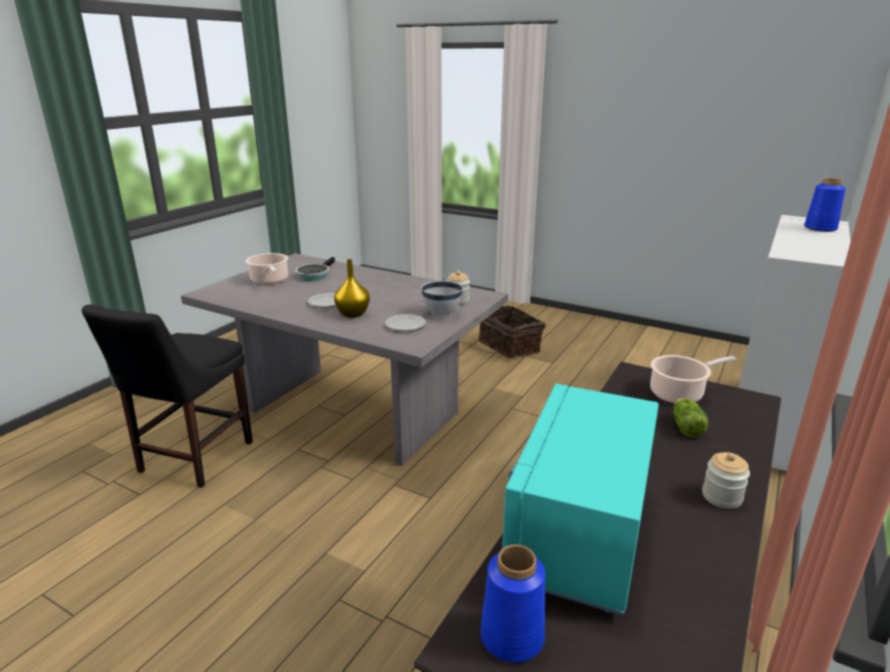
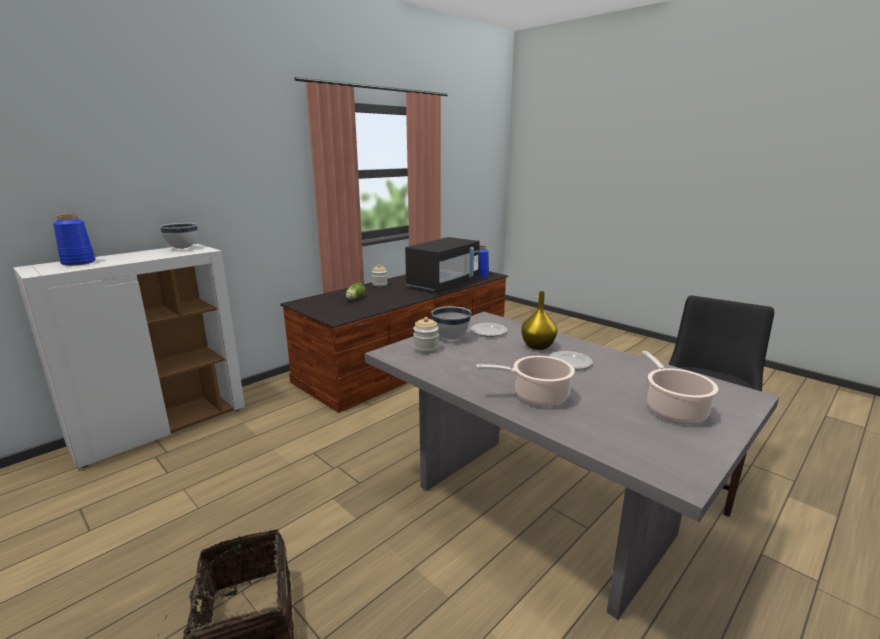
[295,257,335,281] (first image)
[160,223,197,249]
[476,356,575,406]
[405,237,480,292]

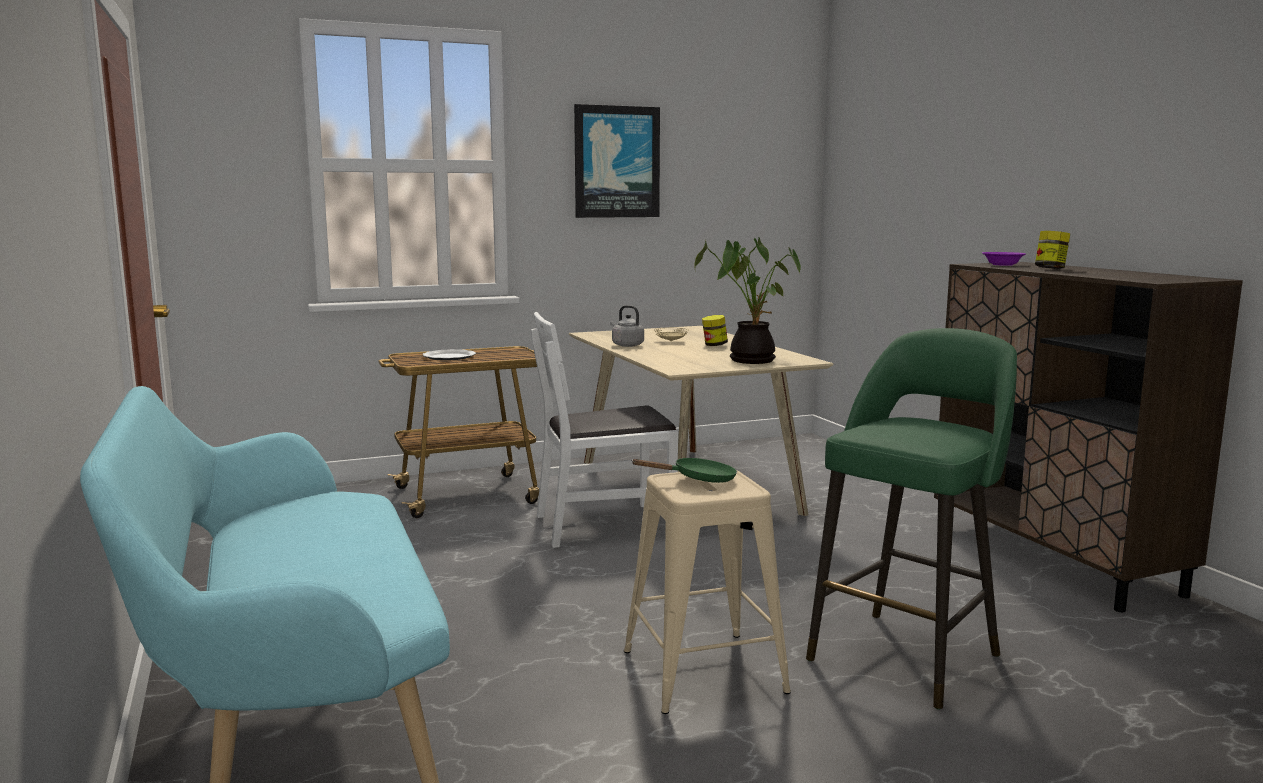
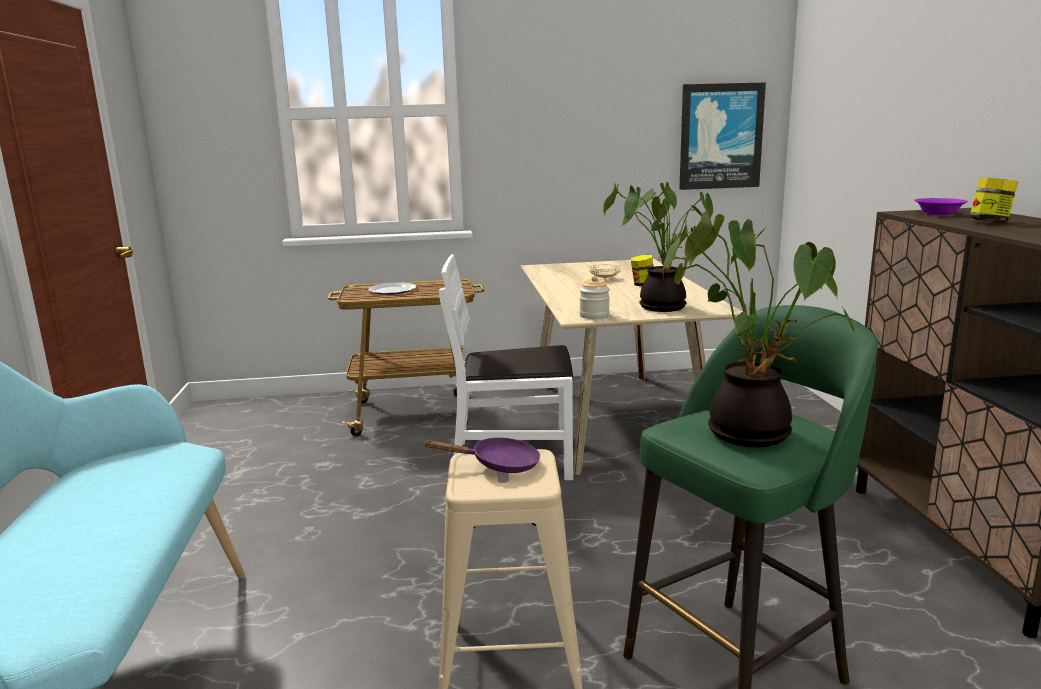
[610,305,644,347] (first image)
[579,276,610,319]
[663,211,857,447]
[679,83,766,190]
[424,438,540,473]

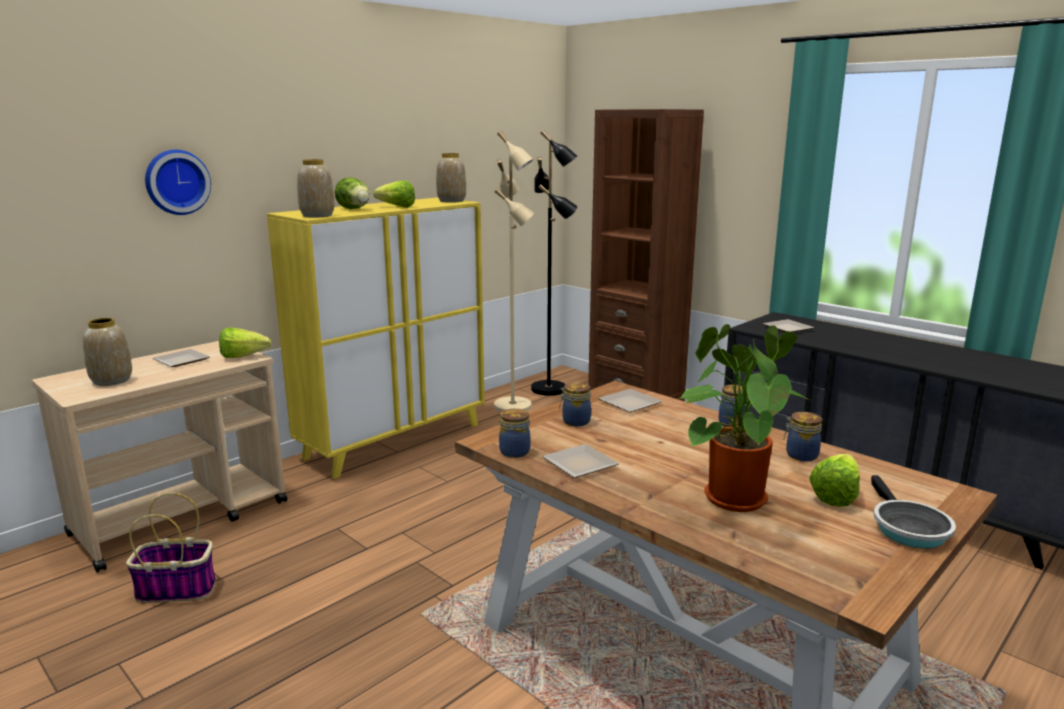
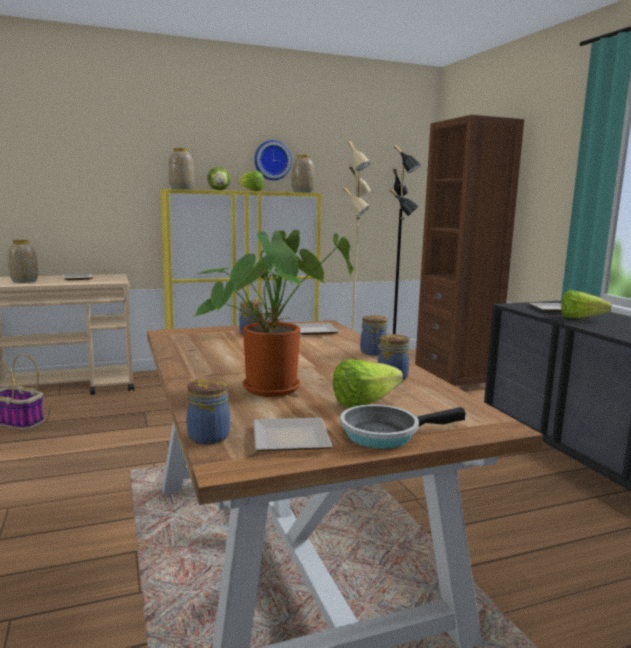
[254,140,292,180]
[561,290,612,318]
[187,378,230,445]
[254,418,332,451]
[340,404,466,449]

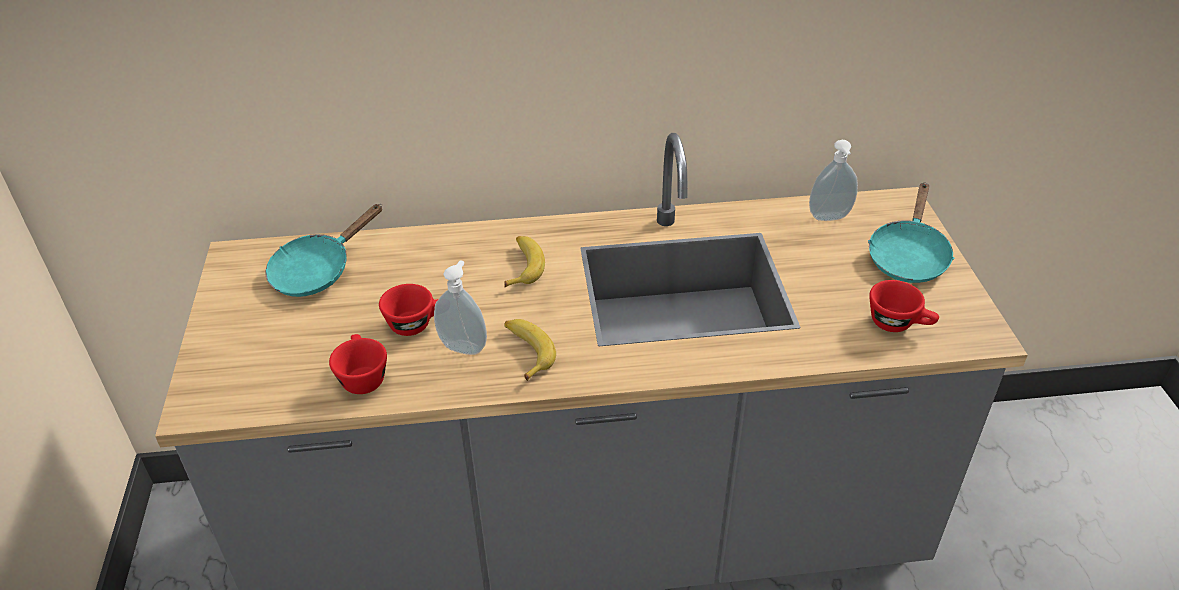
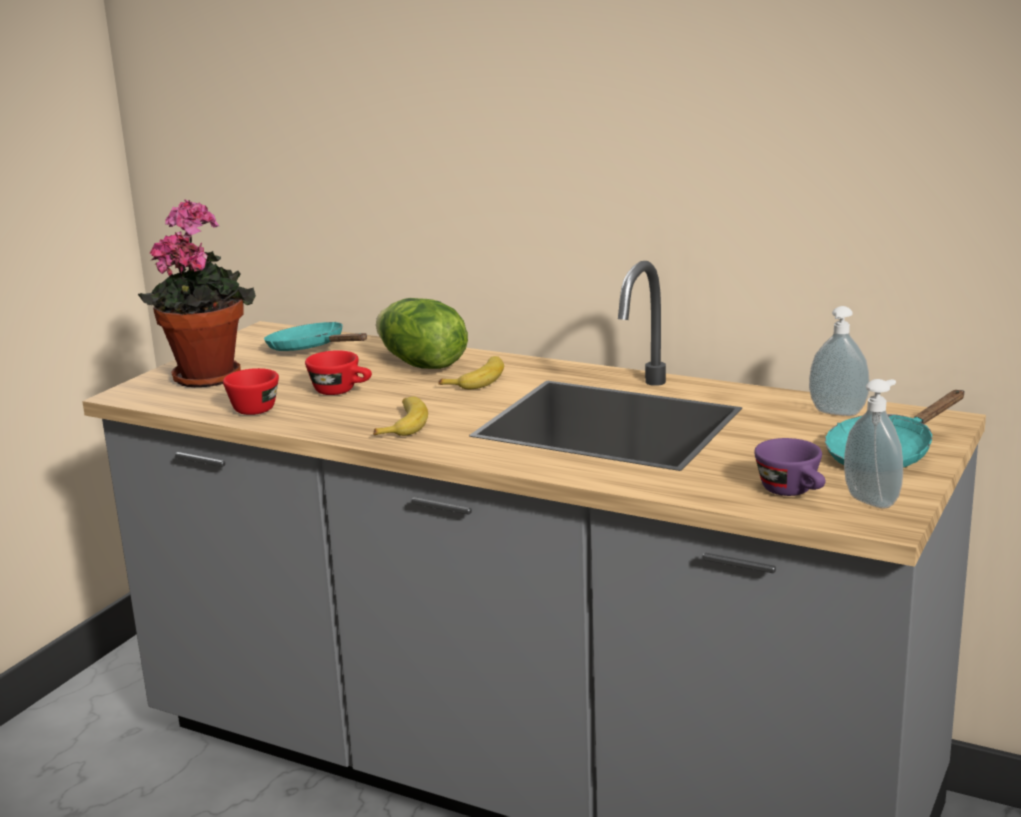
[138,199,256,387]
[376,298,468,369]
[844,379,903,508]
[754,438,825,496]
[264,322,367,351]

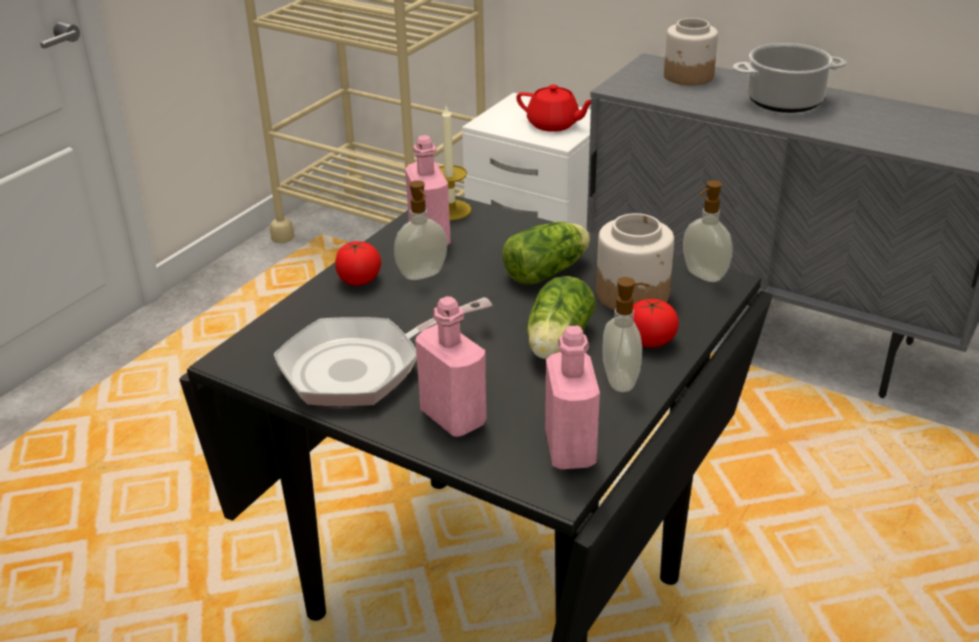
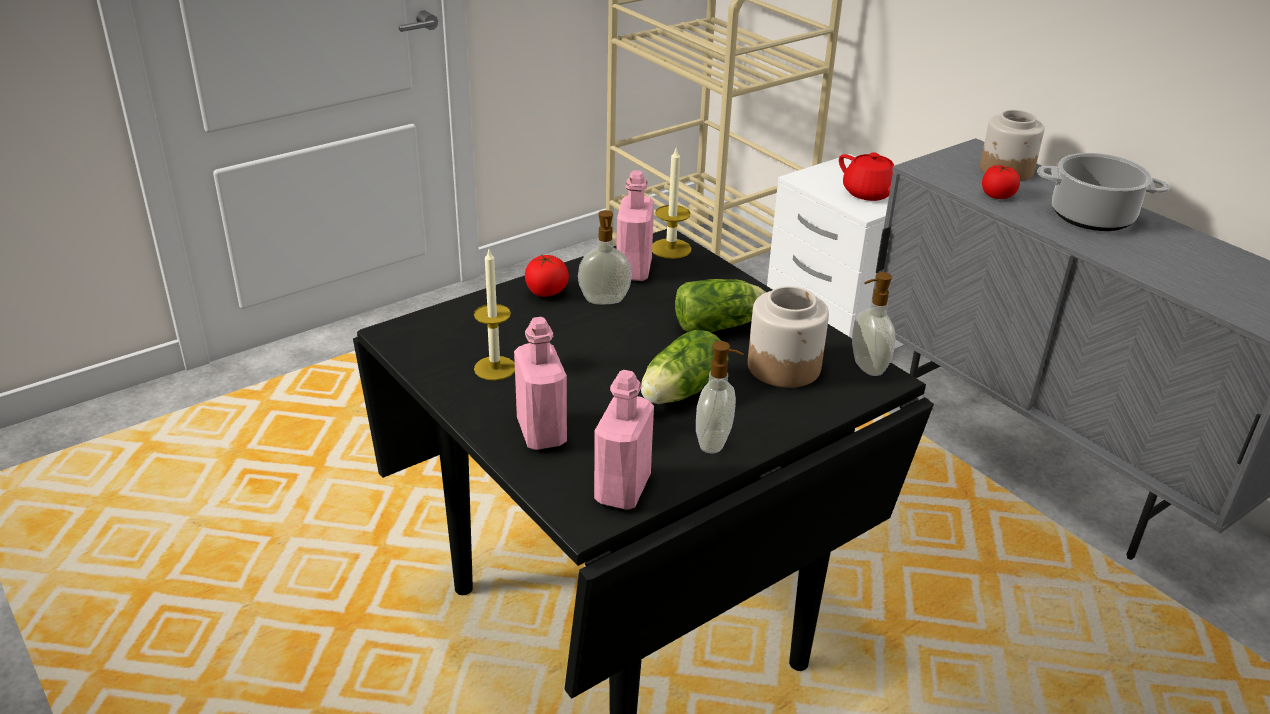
[982,164,1020,199]
[474,250,515,380]

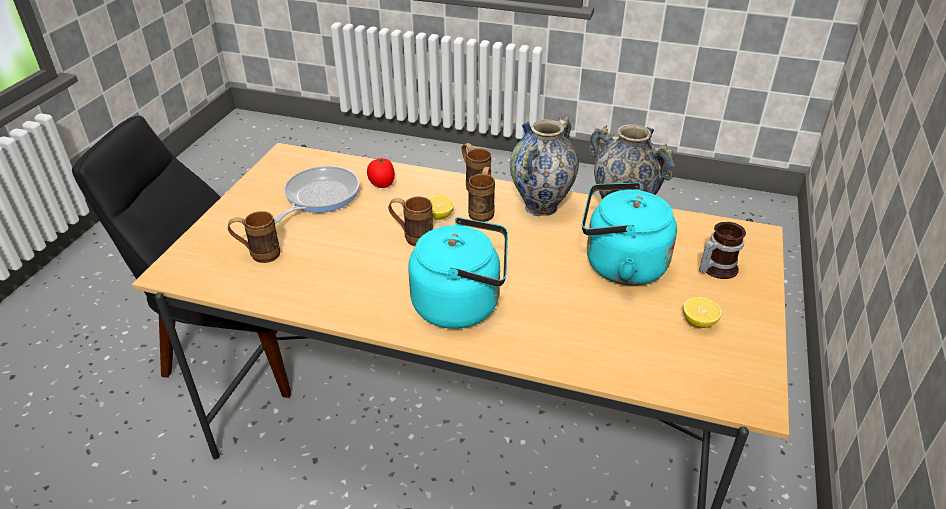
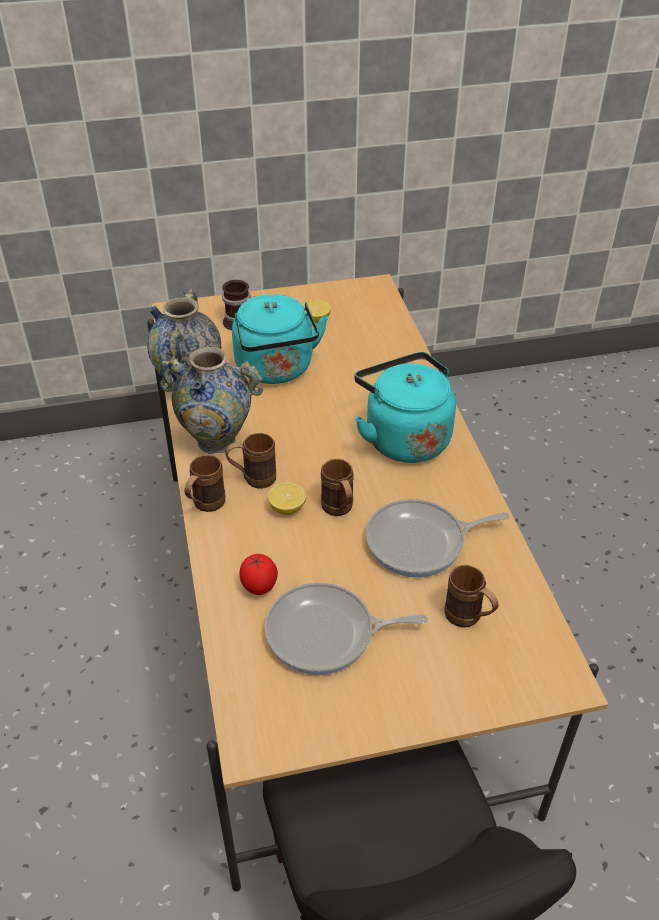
[366,499,509,578]

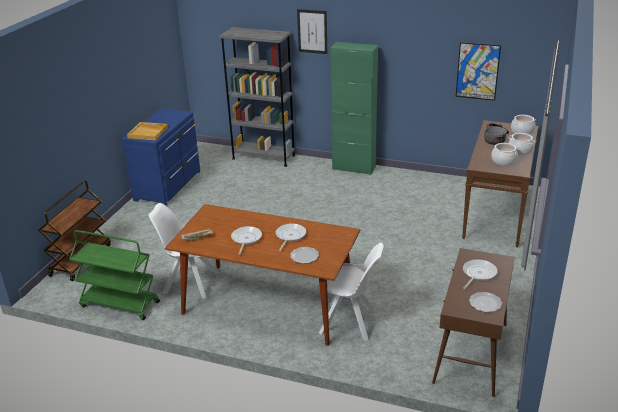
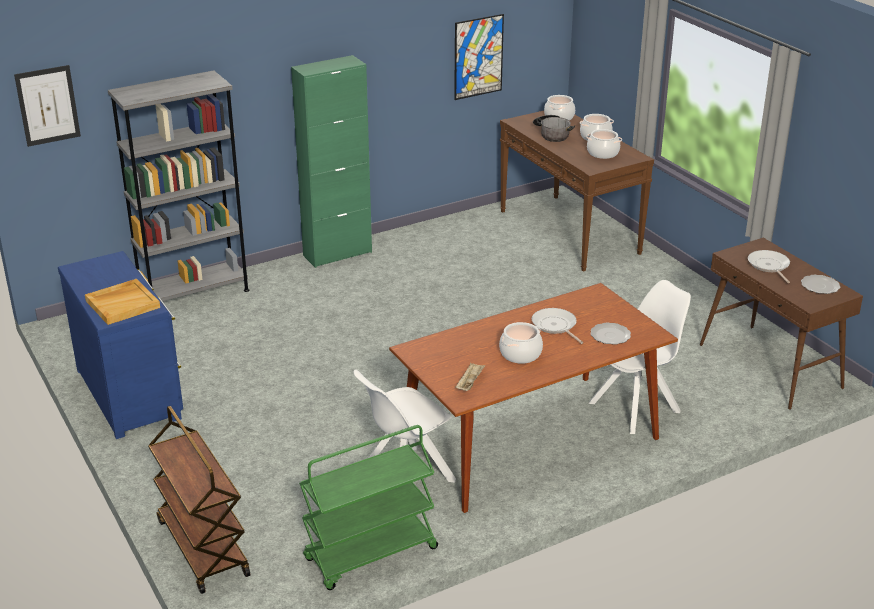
[14,65,81,147]
[499,322,543,364]

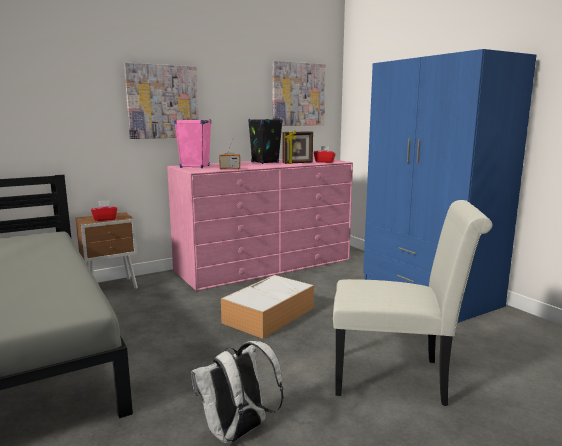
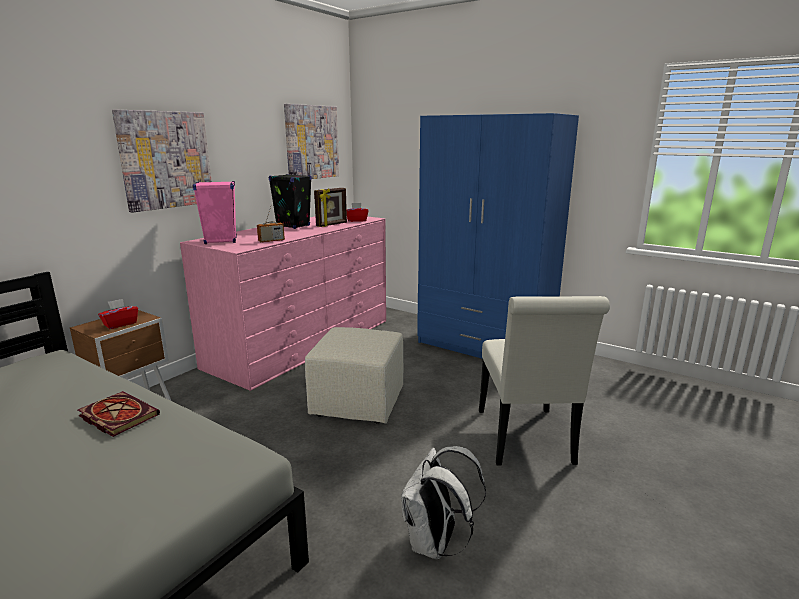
[78,391,160,437]
[305,327,404,424]
[479,296,610,466]

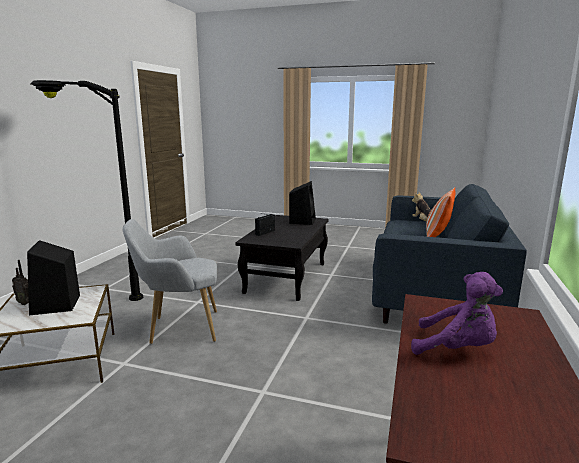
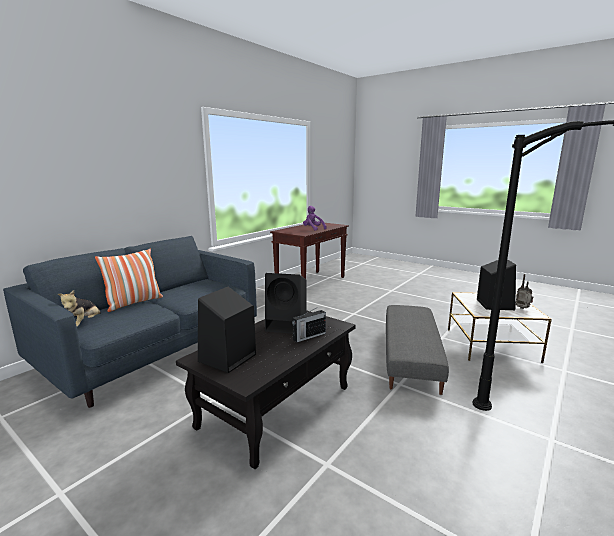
[265,273,307,334]
[386,305,449,395]

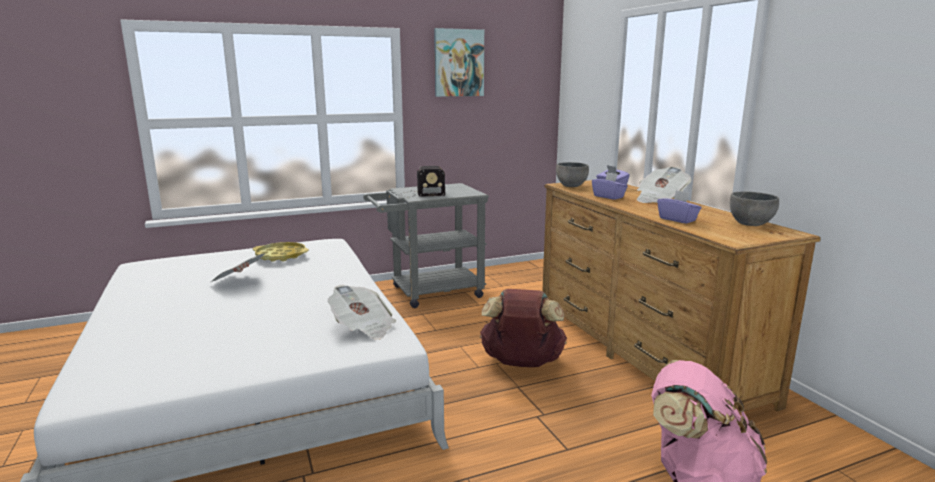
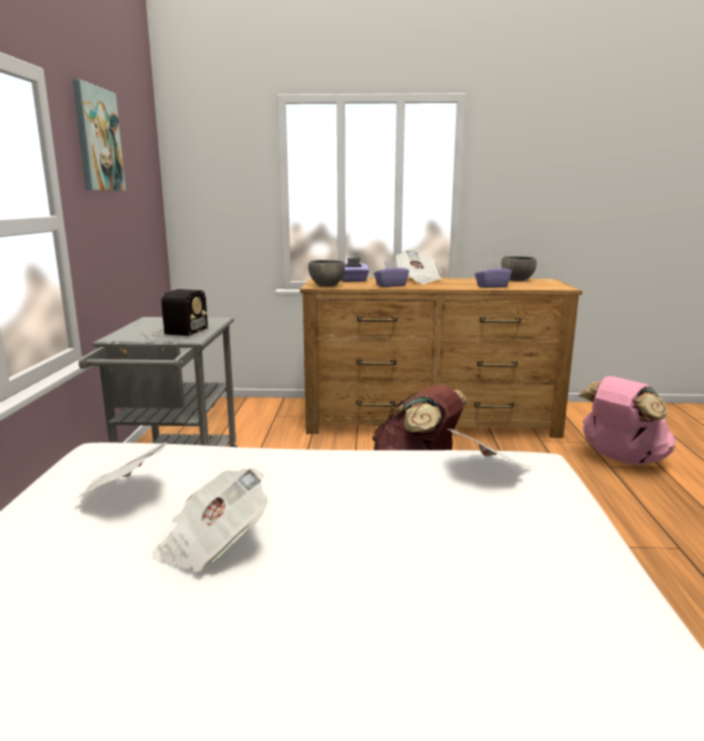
[74,442,167,500]

